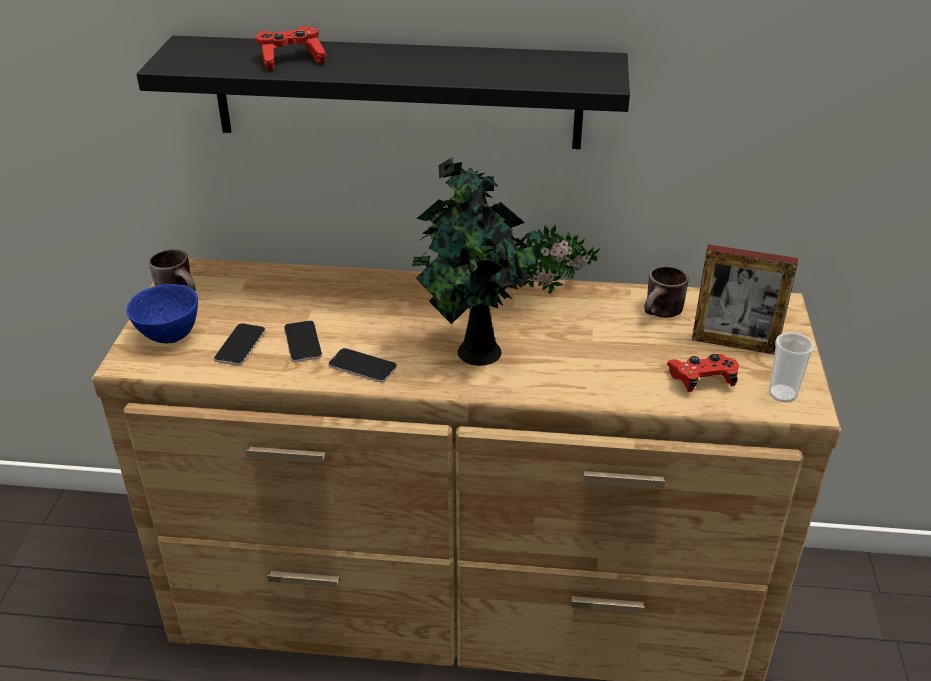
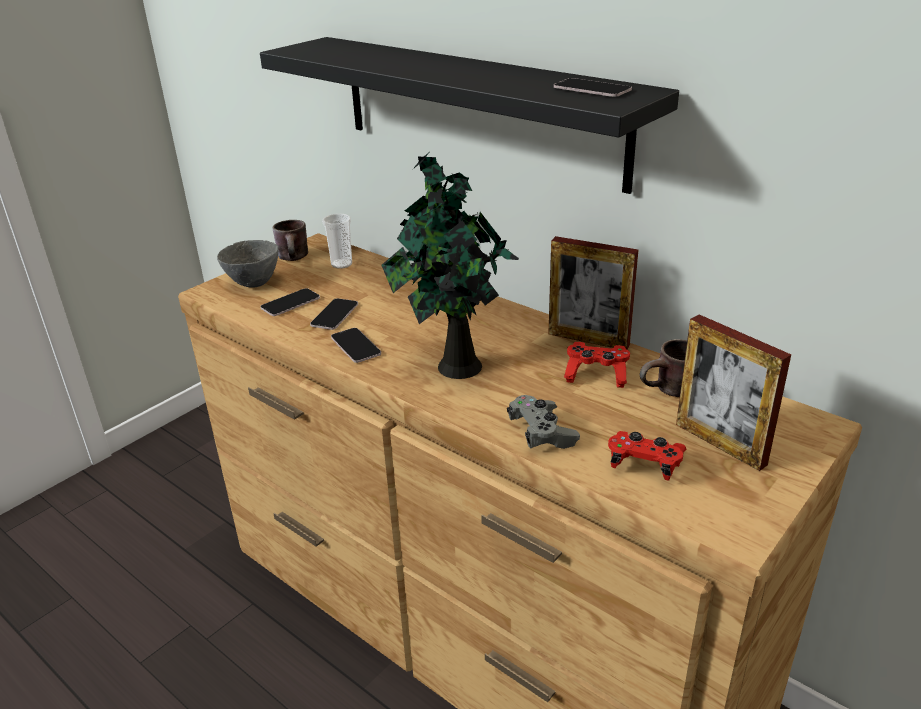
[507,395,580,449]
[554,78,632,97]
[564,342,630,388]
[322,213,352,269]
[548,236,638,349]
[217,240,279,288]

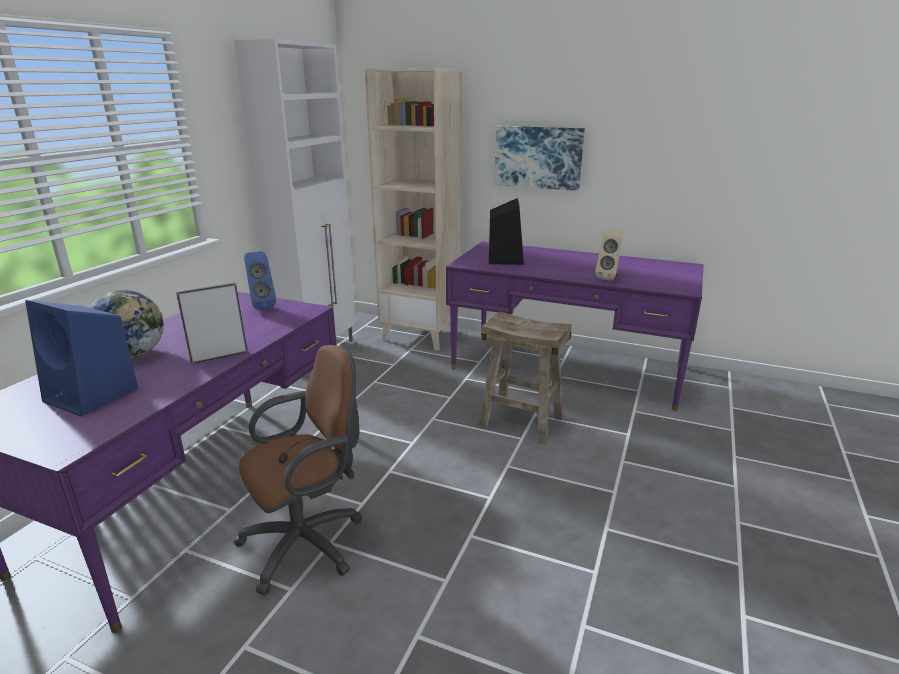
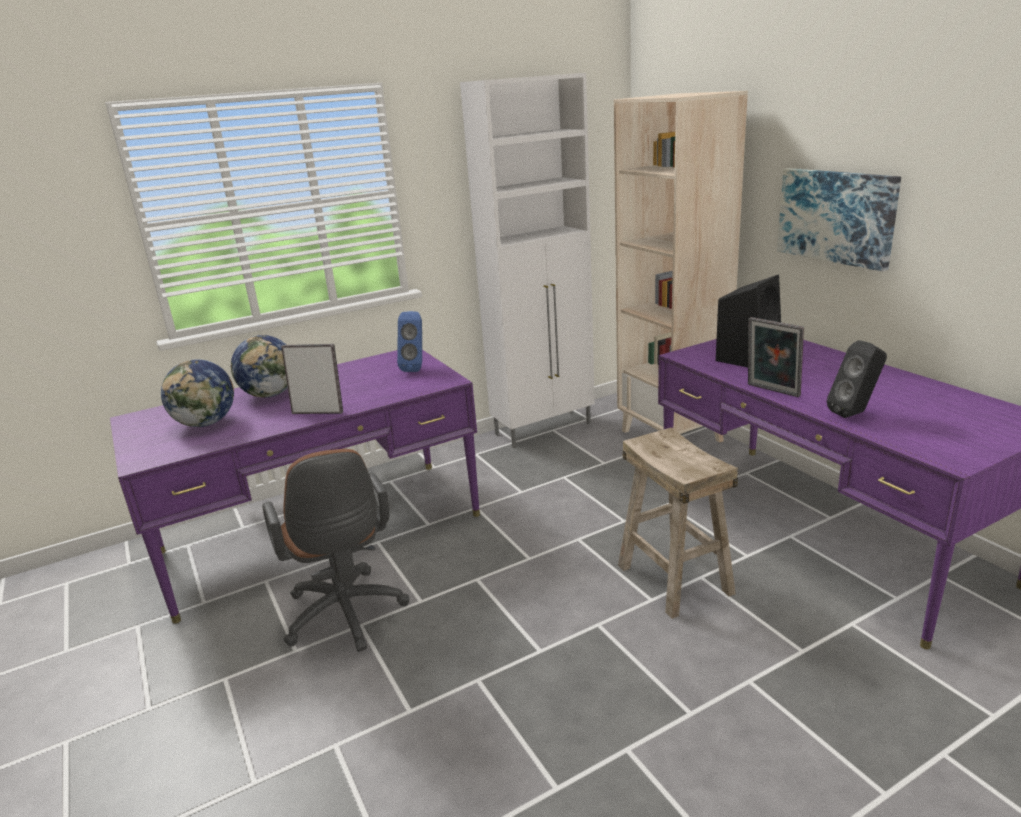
[748,317,804,397]
[161,359,234,427]
[827,340,887,418]
[262,449,409,652]

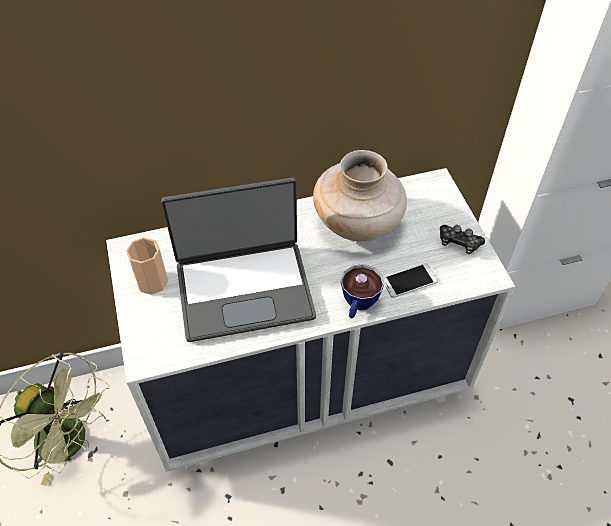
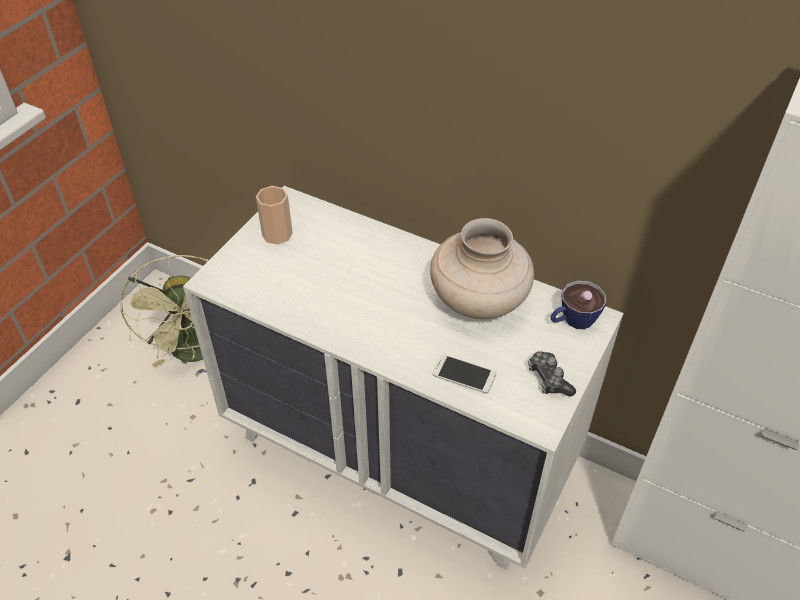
[161,178,316,342] (first image)
[551,280,606,329]

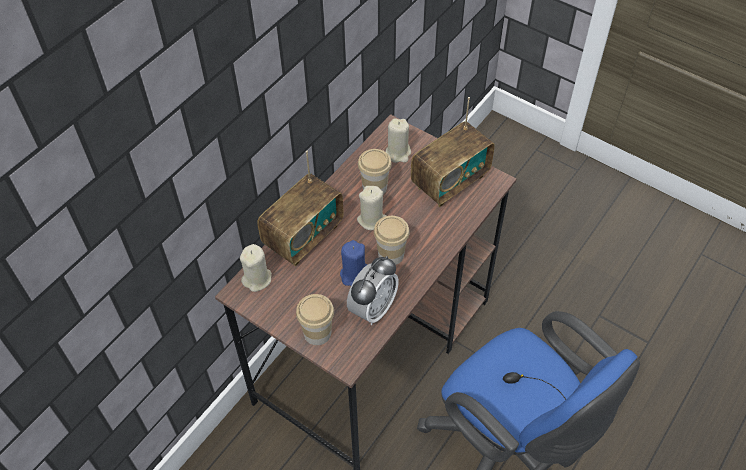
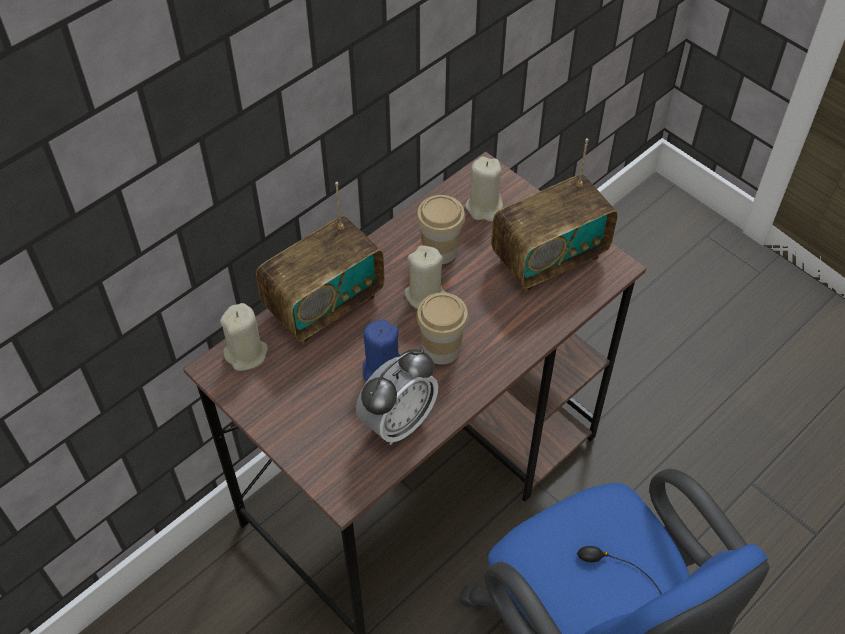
[296,294,334,345] (first image)

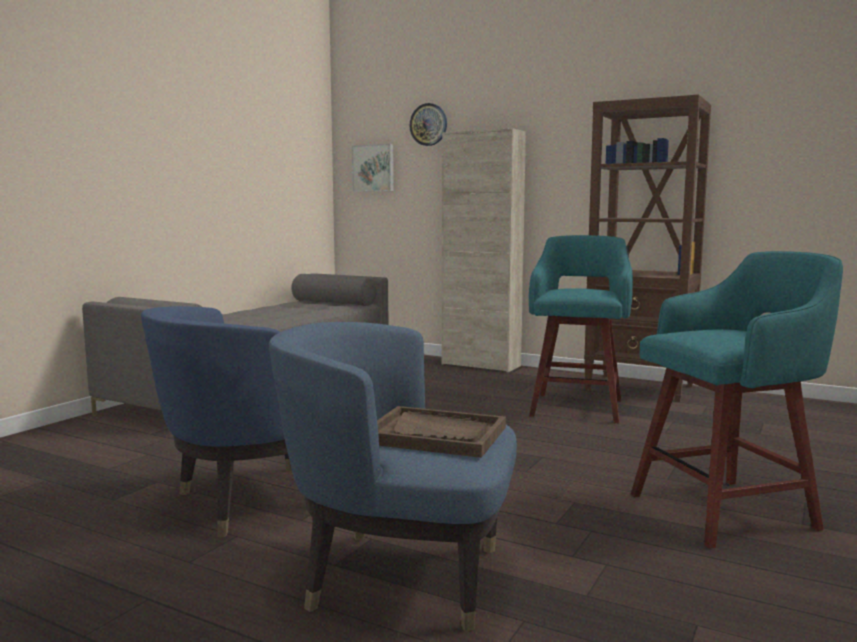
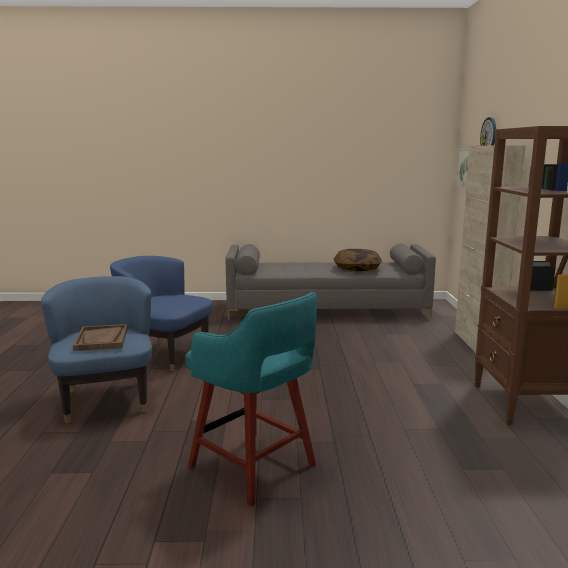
[529,235,633,423] (first image)
[334,249,382,271]

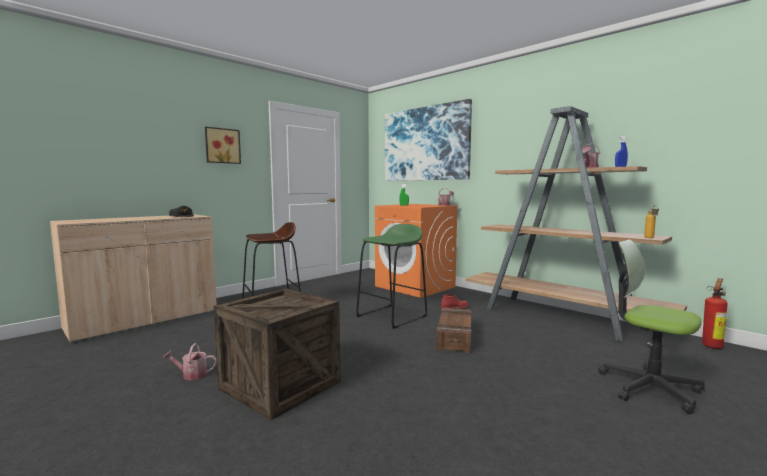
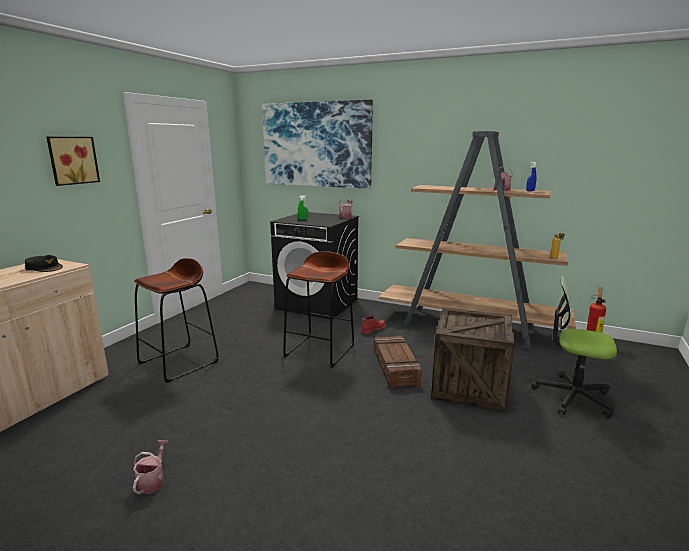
[431,308,515,411]
[283,251,354,368]
[270,212,359,320]
[133,440,169,494]

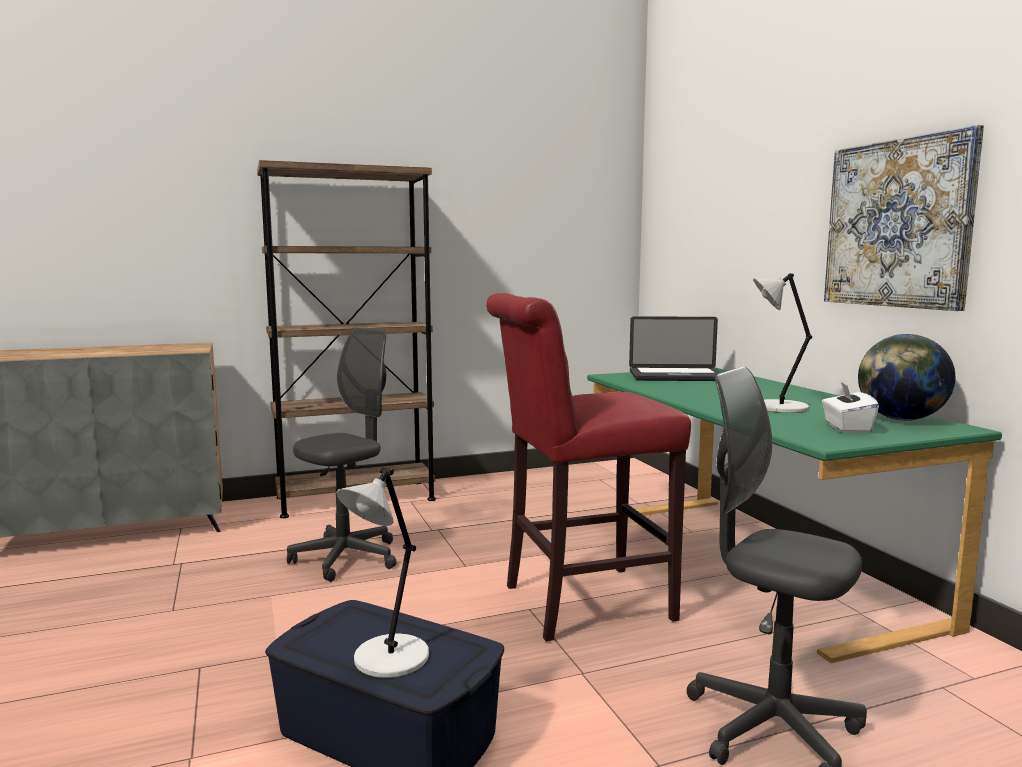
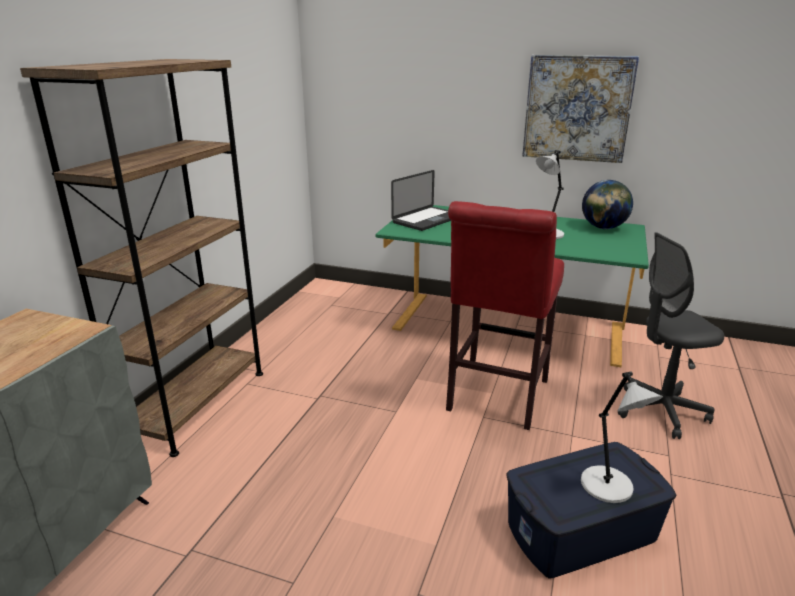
[287,328,397,582] (first image)
[822,382,879,433] (first image)

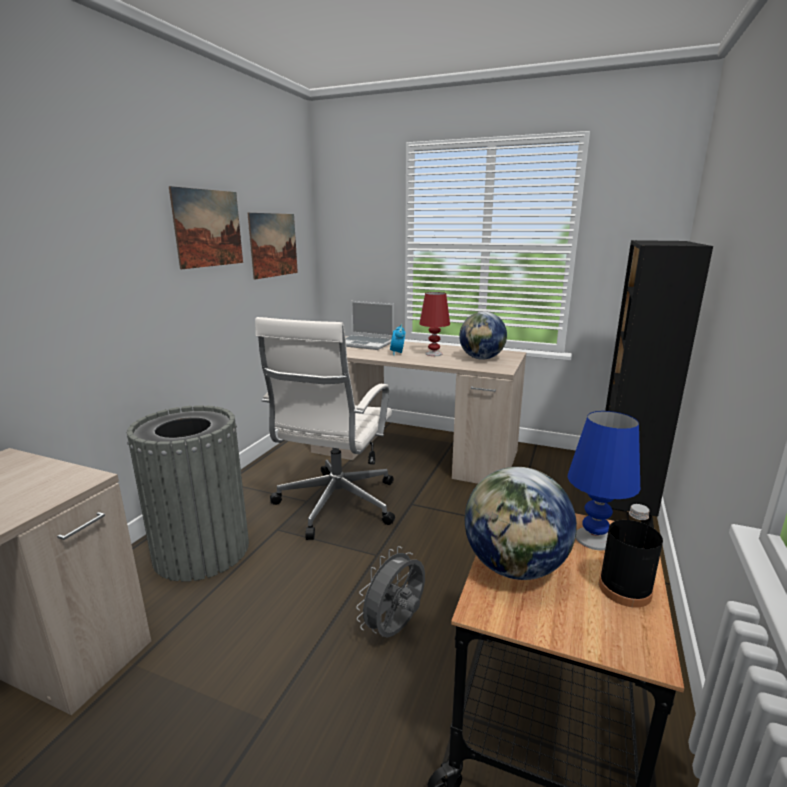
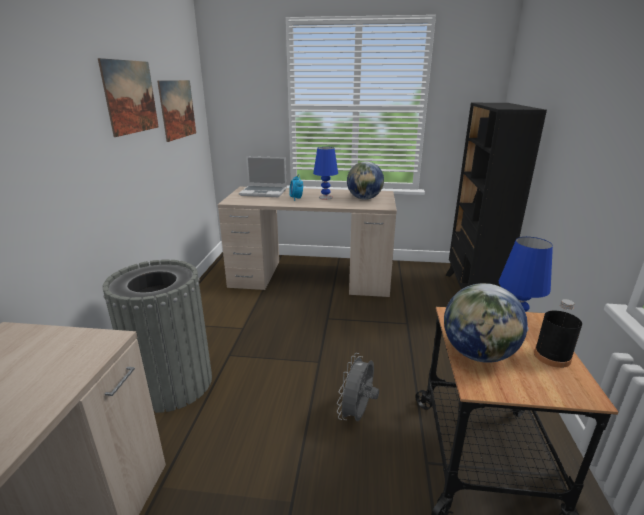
[255,317,395,540] (first image)
[313,147,338,200]

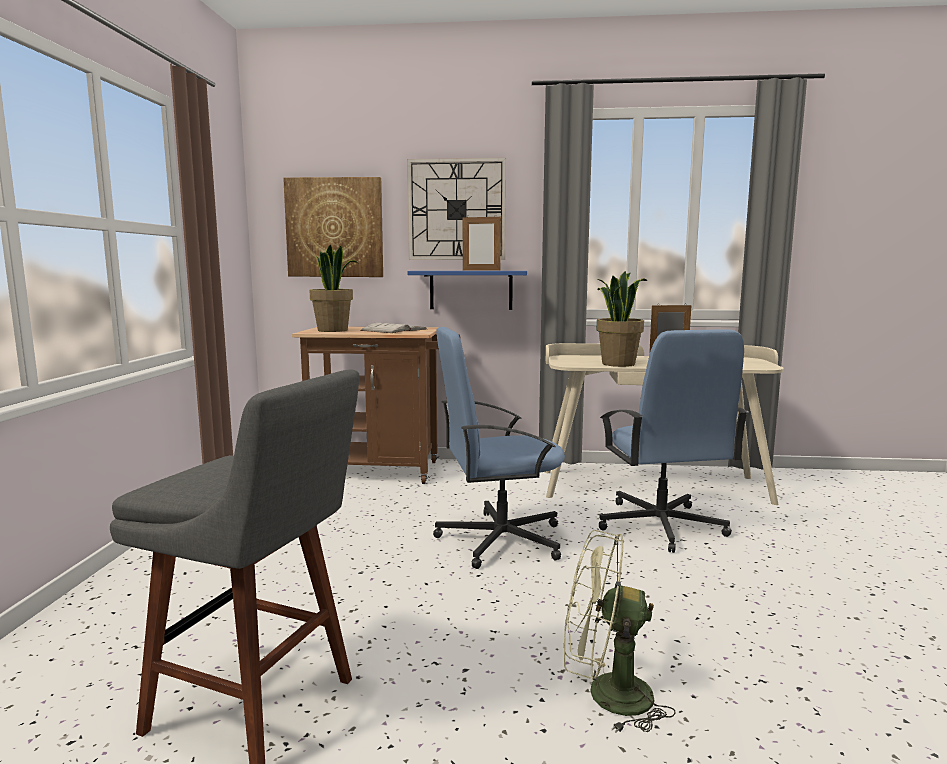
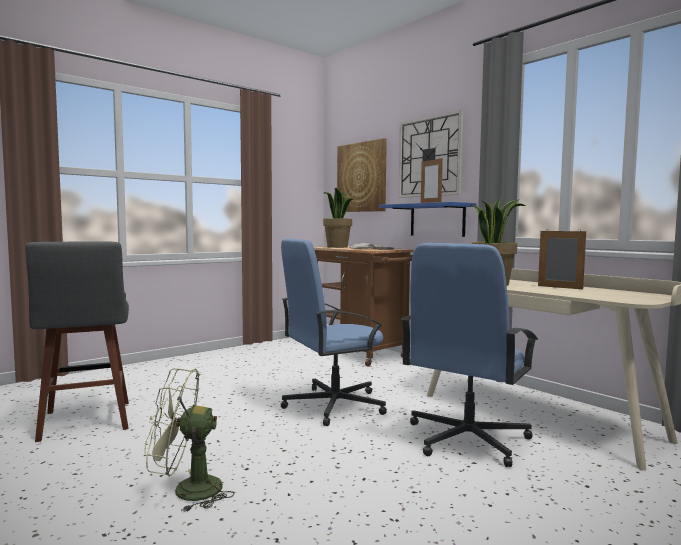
[281,239,387,426]
[144,368,235,512]

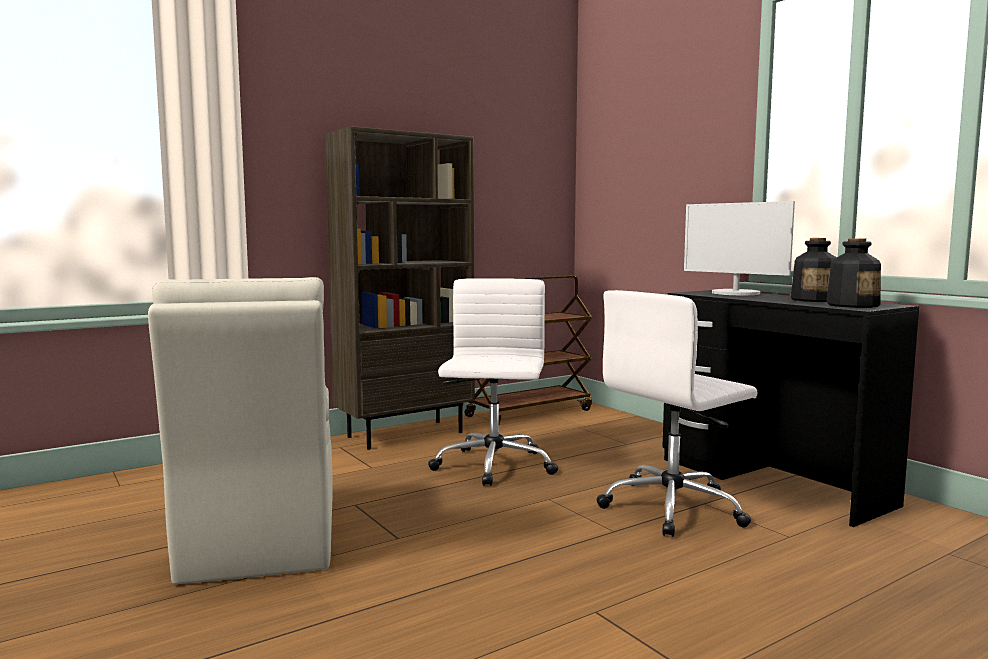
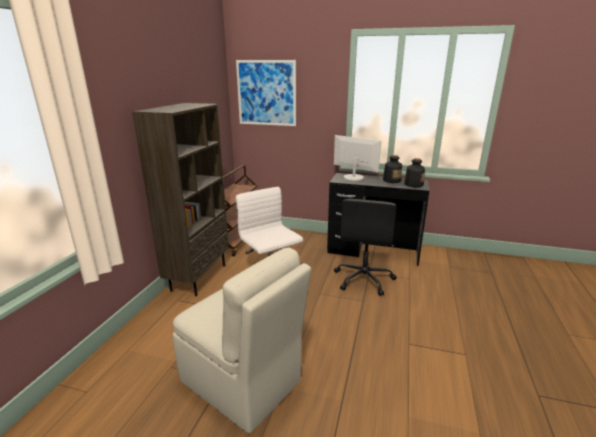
[236,60,296,126]
[334,199,397,296]
[334,135,381,181]

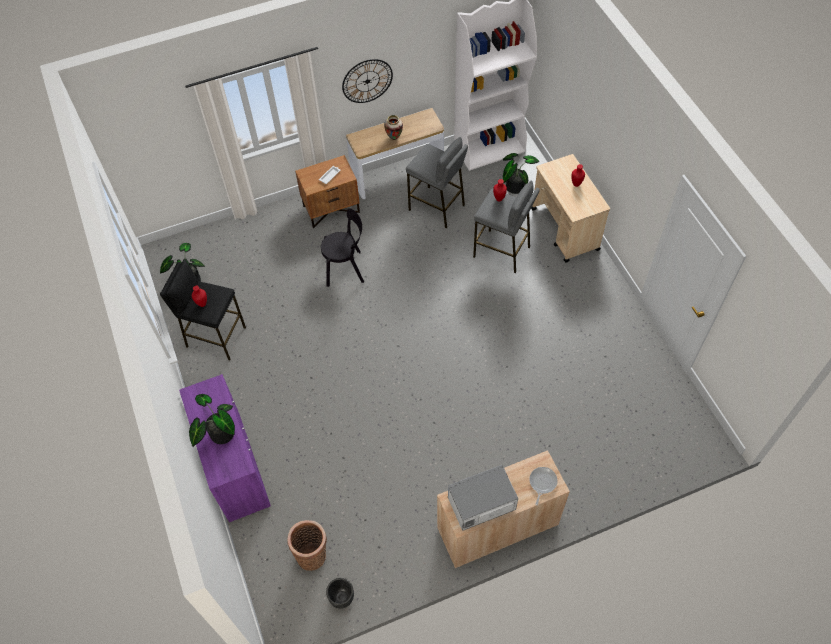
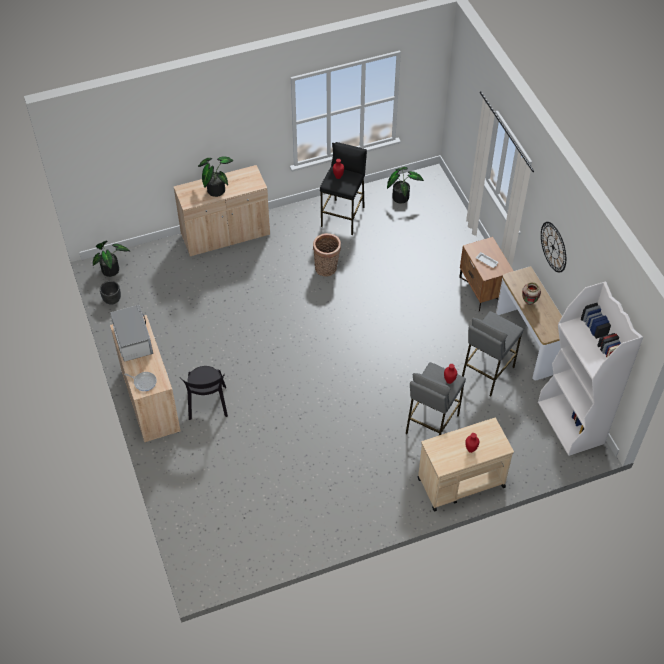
[313,233,341,277]
[182,366,228,420]
[93,241,130,277]
[174,165,270,256]

